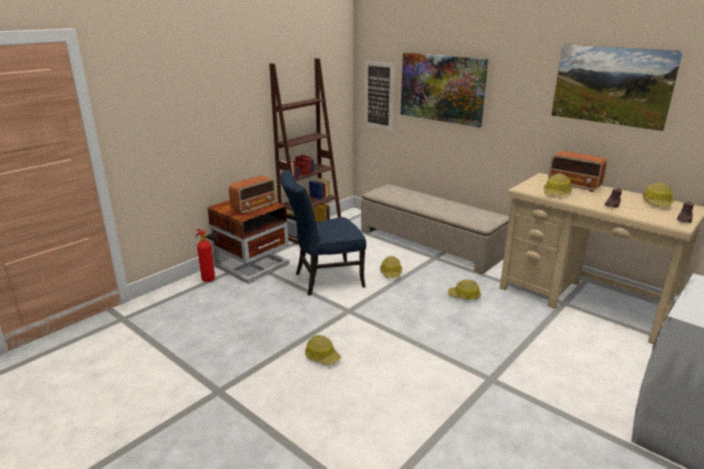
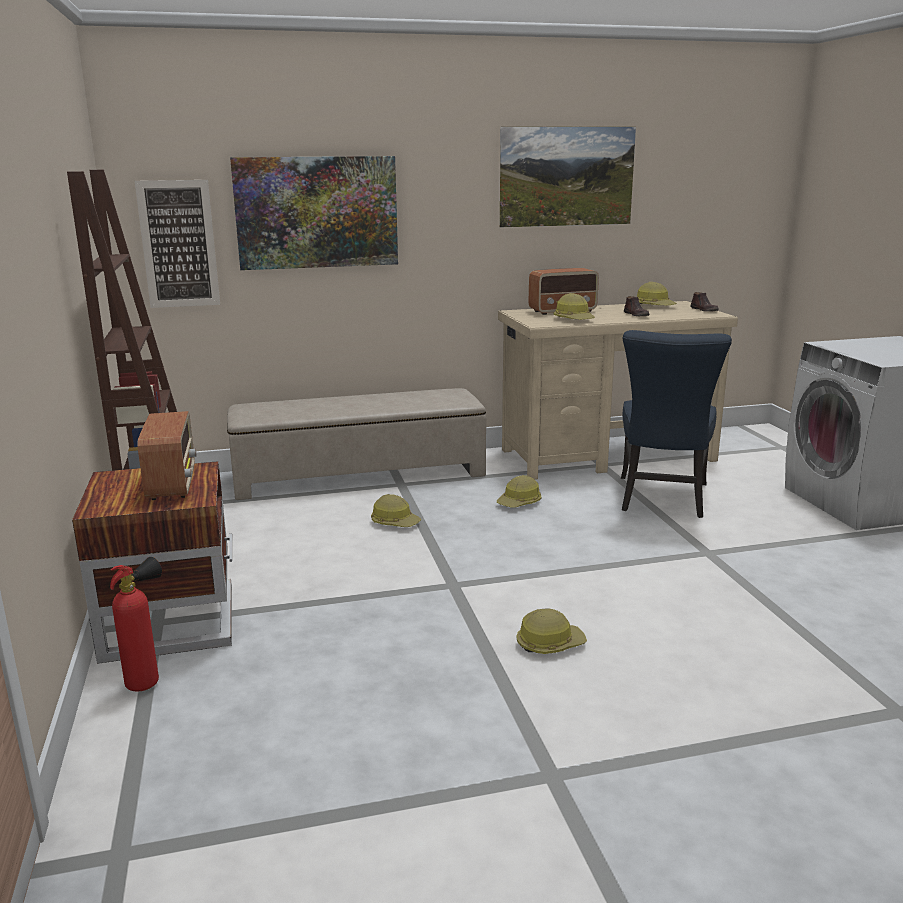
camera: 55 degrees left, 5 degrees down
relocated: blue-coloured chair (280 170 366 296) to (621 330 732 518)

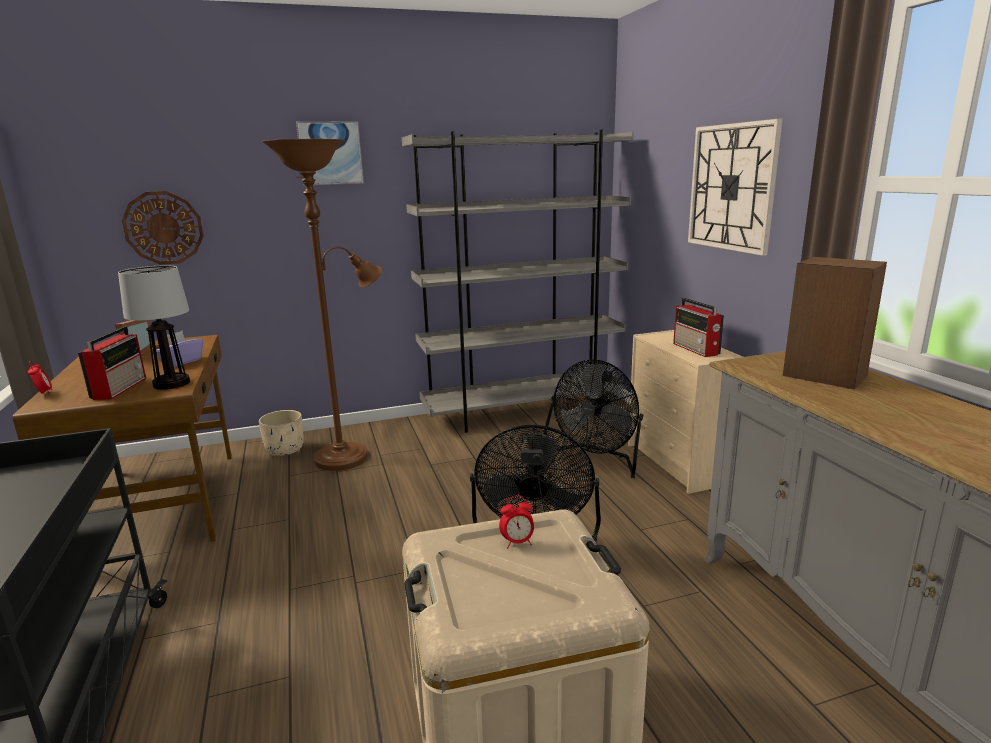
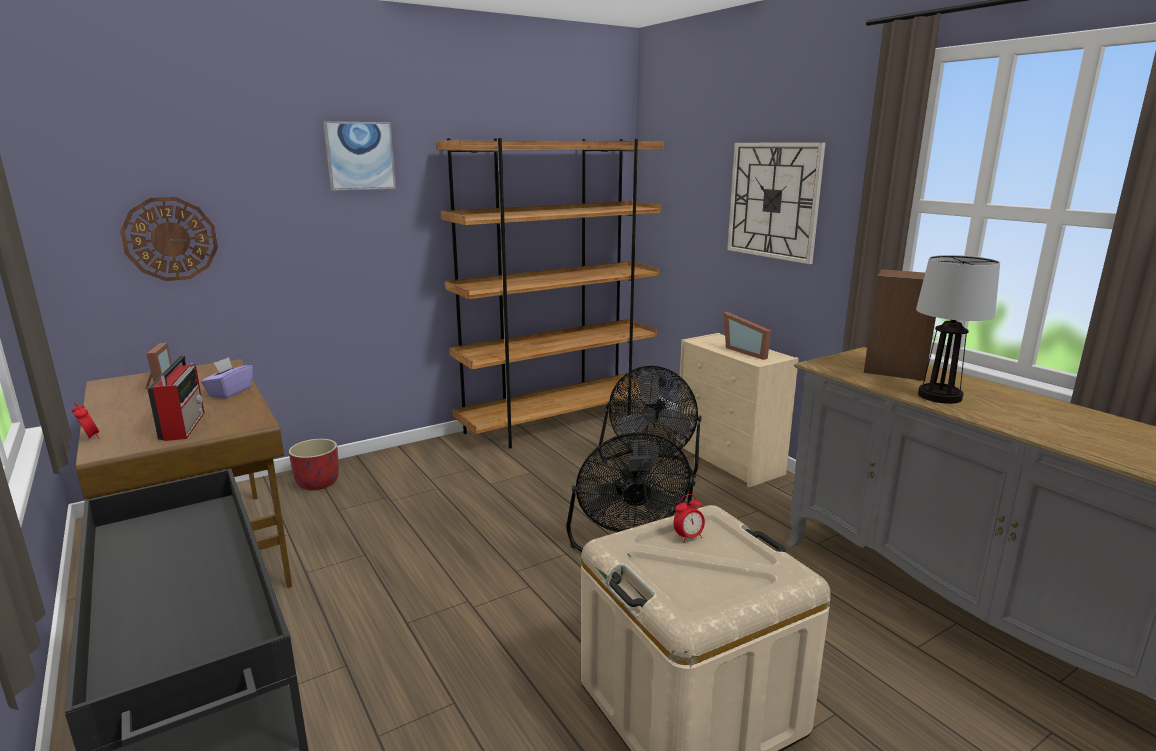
camera: 15 degrees left, 0 degrees up
missing: brown floor lamp (262 139 382 471)
relocated: table lamp (118 265 190 390) to (916 255 1000 404)
exchanged: radio set (673 298 724 357) to photo frame (723 312 771 360)
colour: grey bookshelf (402 130 634 433) to brown bookshelf (436 138 664 449); sand-coloured plant pot (259 410 304 456) to red-coloured plant pot (289 439 339 490)

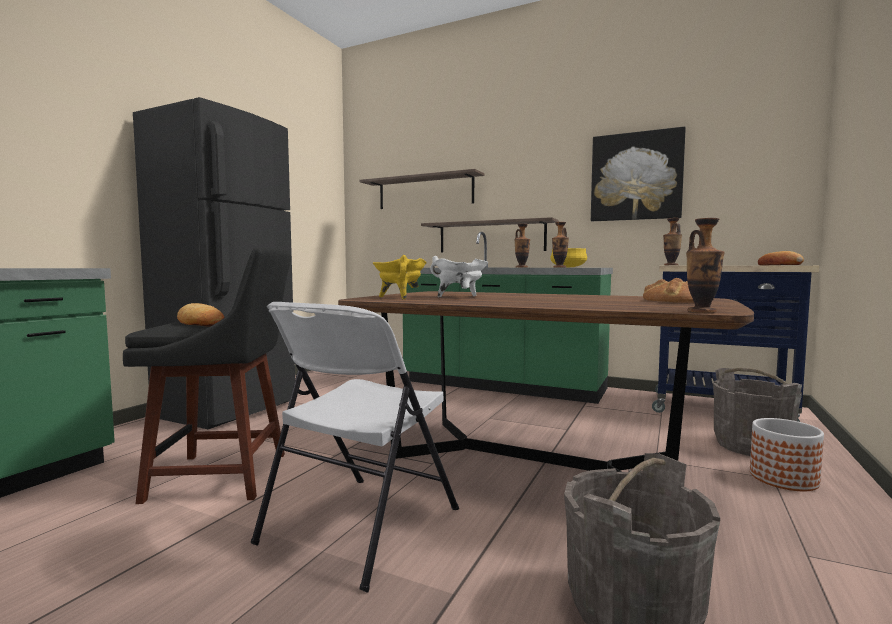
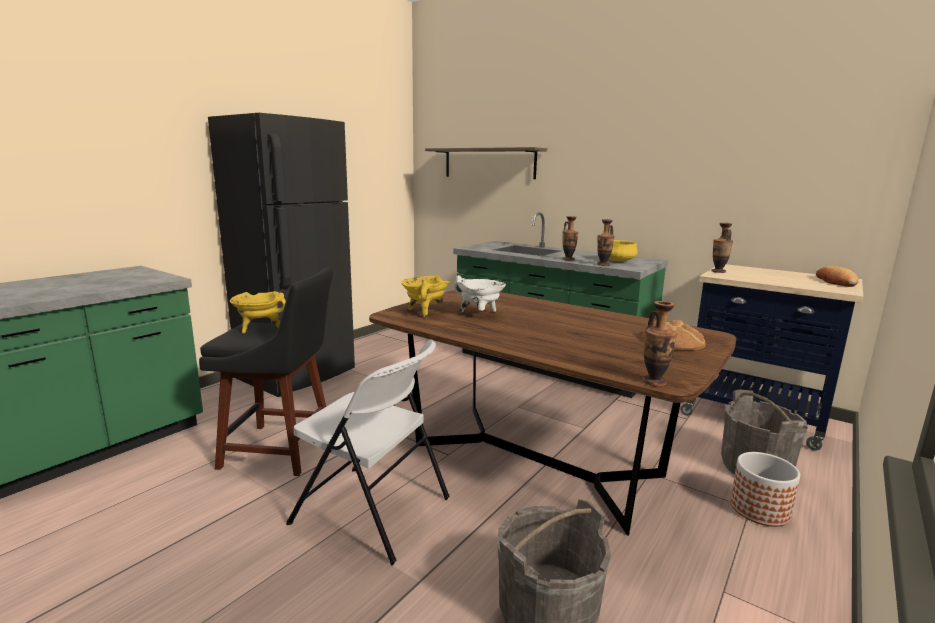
camera: 10 degrees right, 10 degrees up
missing: wall picture (591 127 686 221); shelf (421 217 559 253)
exchanged: bread (177 303 224 326) to yellow saucepot (230 291 286 333)
spun: white chair (251 302 459 593) = (286 340 450 565) 105 degrees counterclockwise

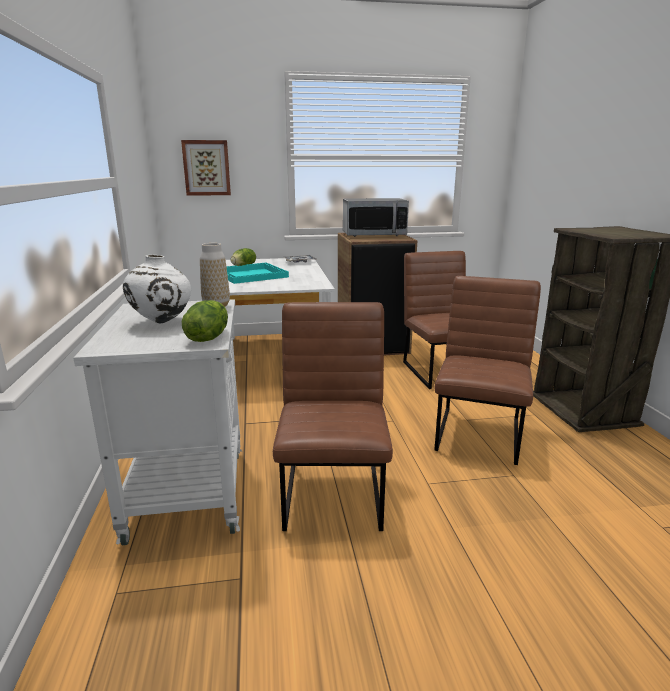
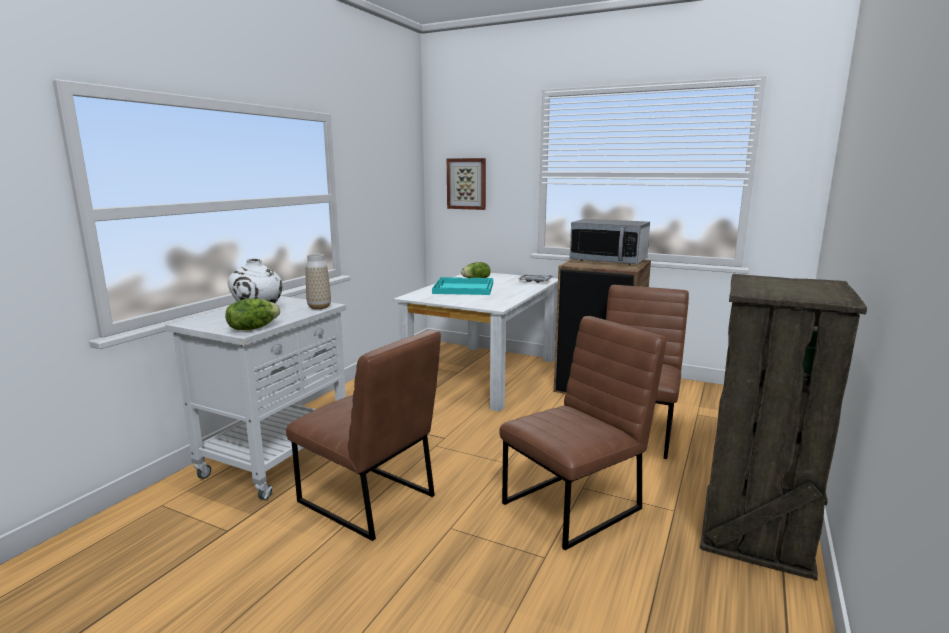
camera: 35 degrees right, 5 degrees down
spun: brown chair (273 302 393 531) = (286 330 441 541) 90 degrees clockwise

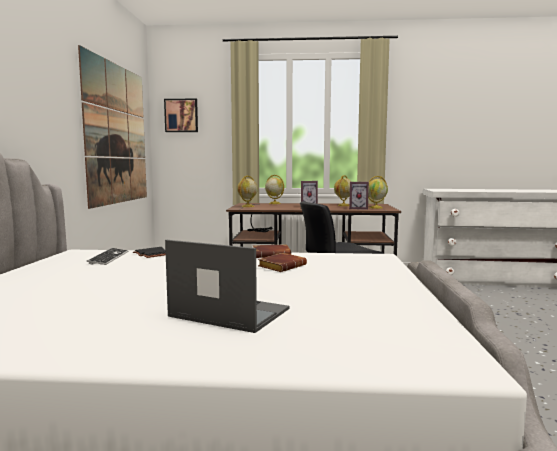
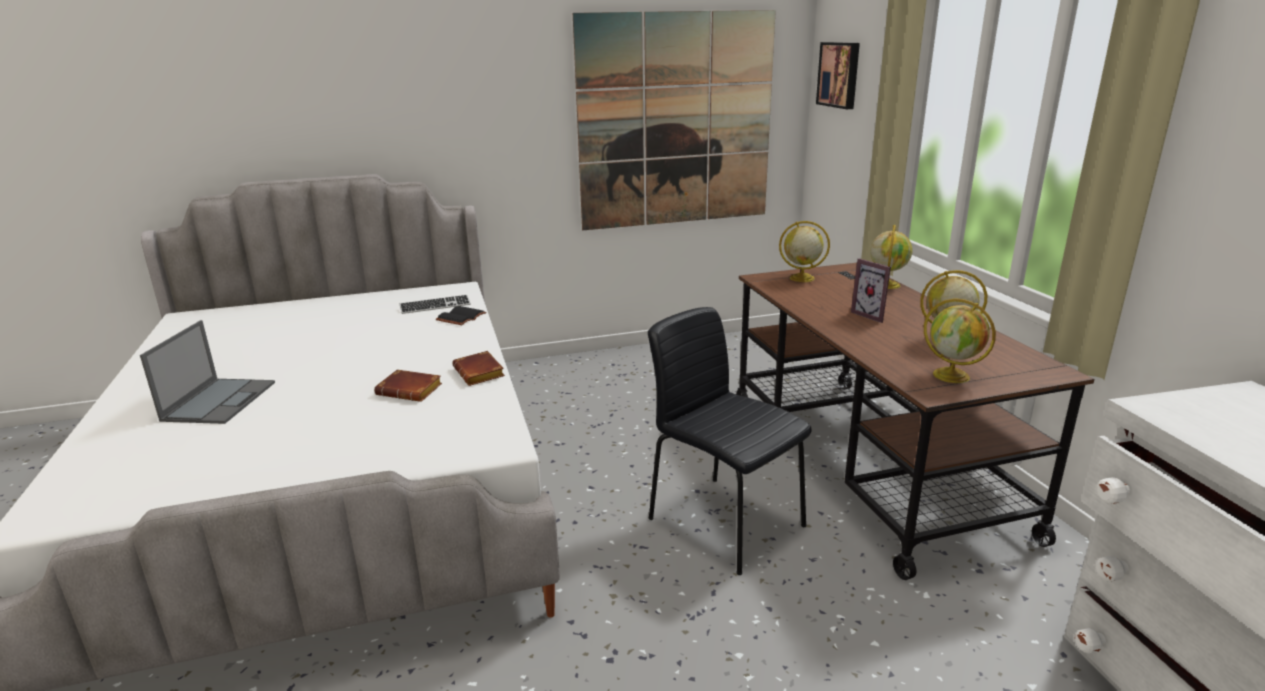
camera: 70 degrees right, 15 degrees up
missing: photo frame (349 182 369 210)

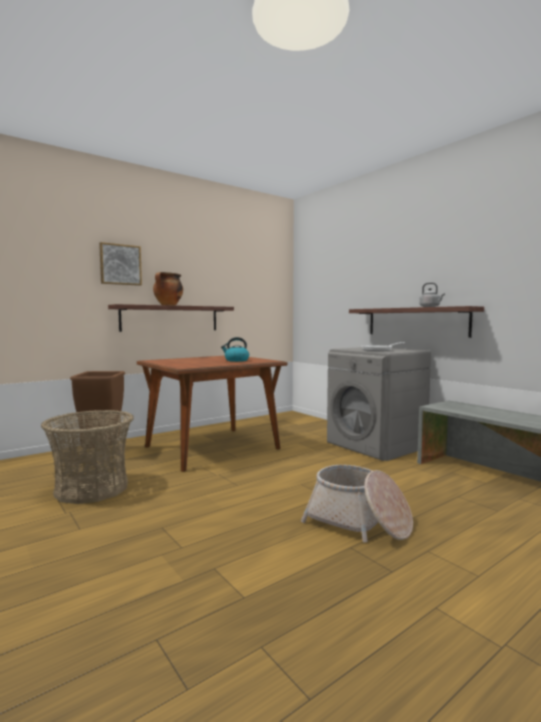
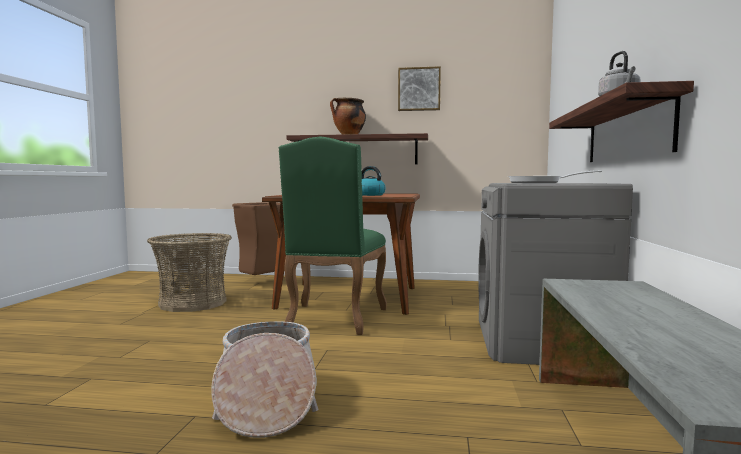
camera: 45 degrees right, 0 degrees up
appeared: green chair (279 136 387 335)
relocated: wall picture (99 242 142 286) to (398 66 441 111)

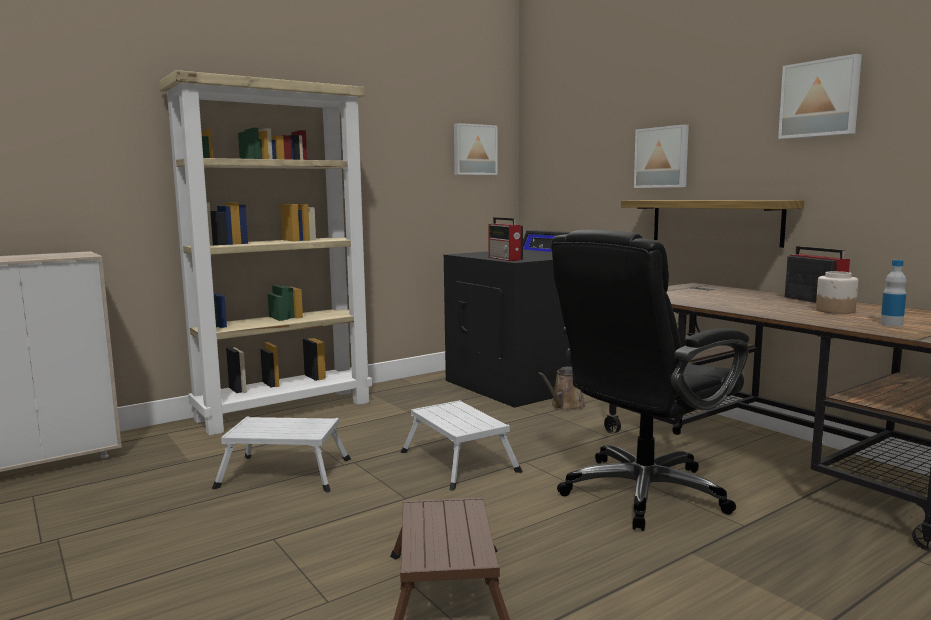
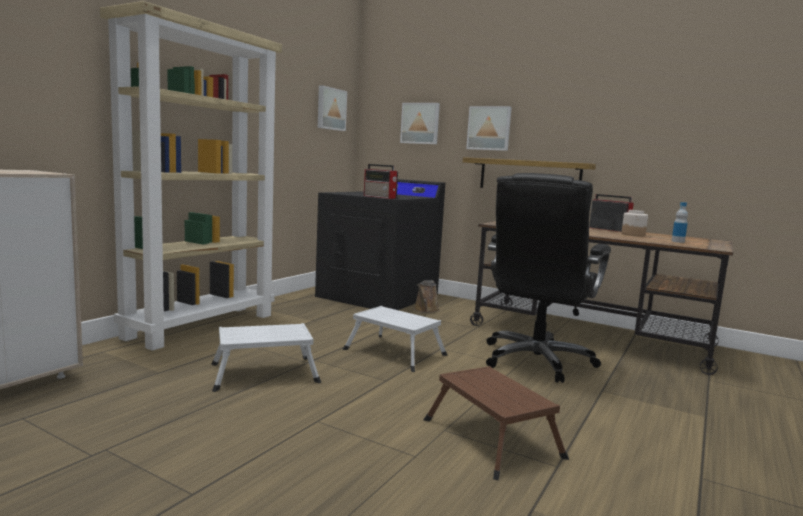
camera: 25 degrees left, 0 degrees up
relocated: wall picture (778 54 862 139) to (400 103 440 144)

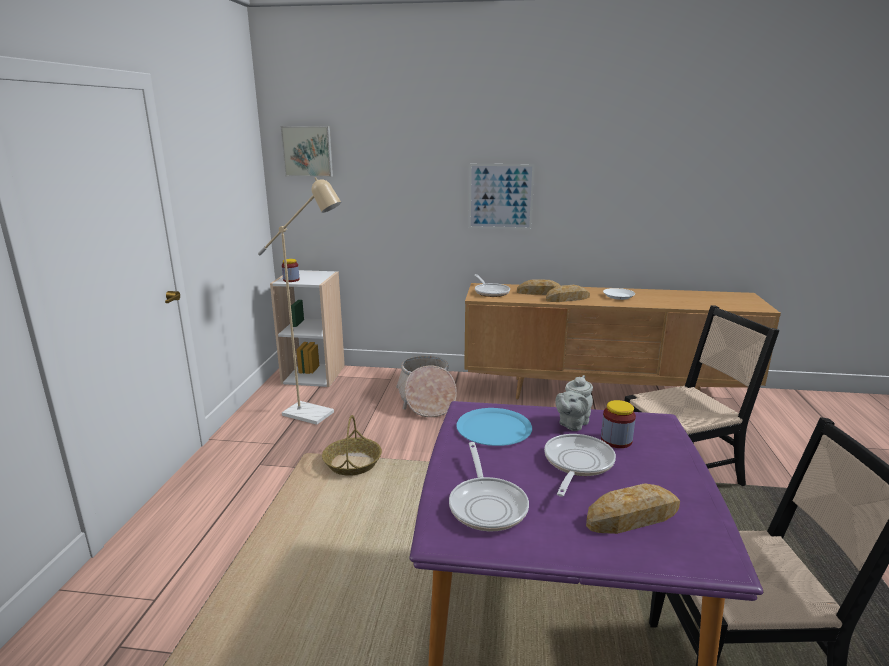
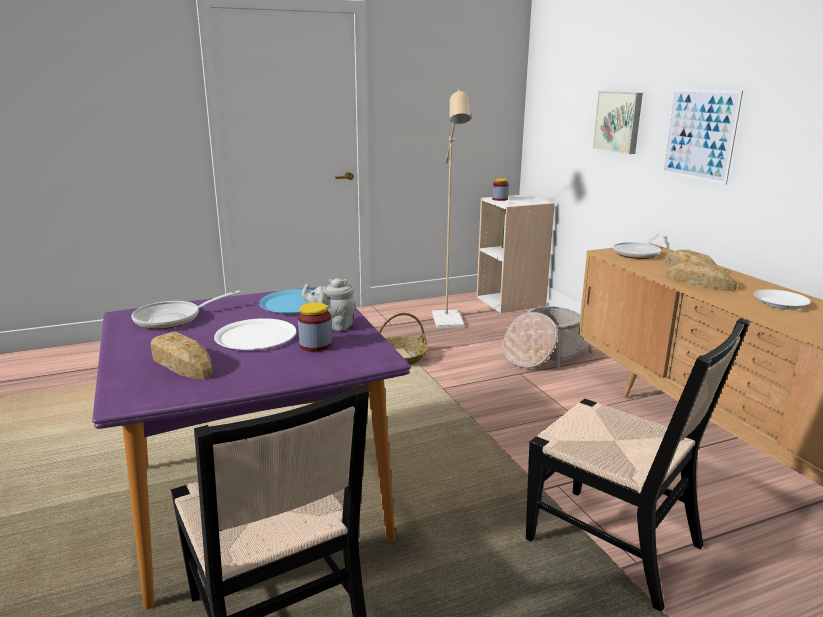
camera: 60 degrees right, 0 degrees up
relocated: wall picture (281 126 333 177) to (593 91 643 154)
exchanged: pan (544 434 616 497) to white flat dish (214 318 296 350)

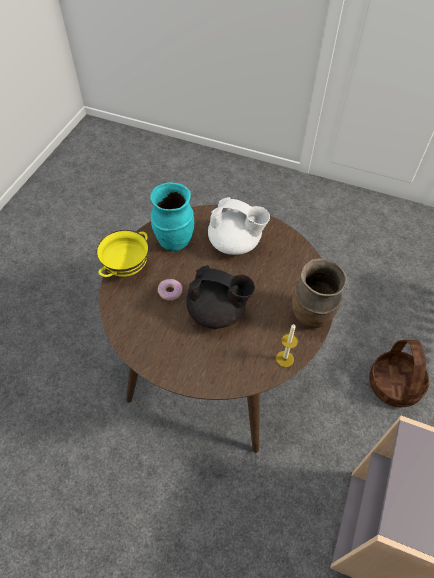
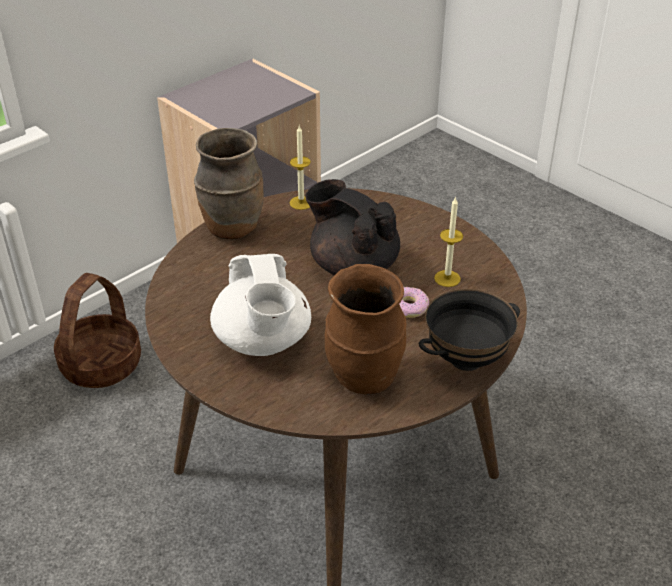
camera: 155 degrees left, 15 degrees down
appeared: wax candle (434 196 463 287)
colour: blue-green flower vase (150 182 194 251) to brown flower vase (325 264 406 395); yellow bowl (96 230 148 277) to black-coloured bowl (419 289 520 371)
spun: white teapot (208 197 270 255) = (210 254 311 356) 150 degrees counterclockwise

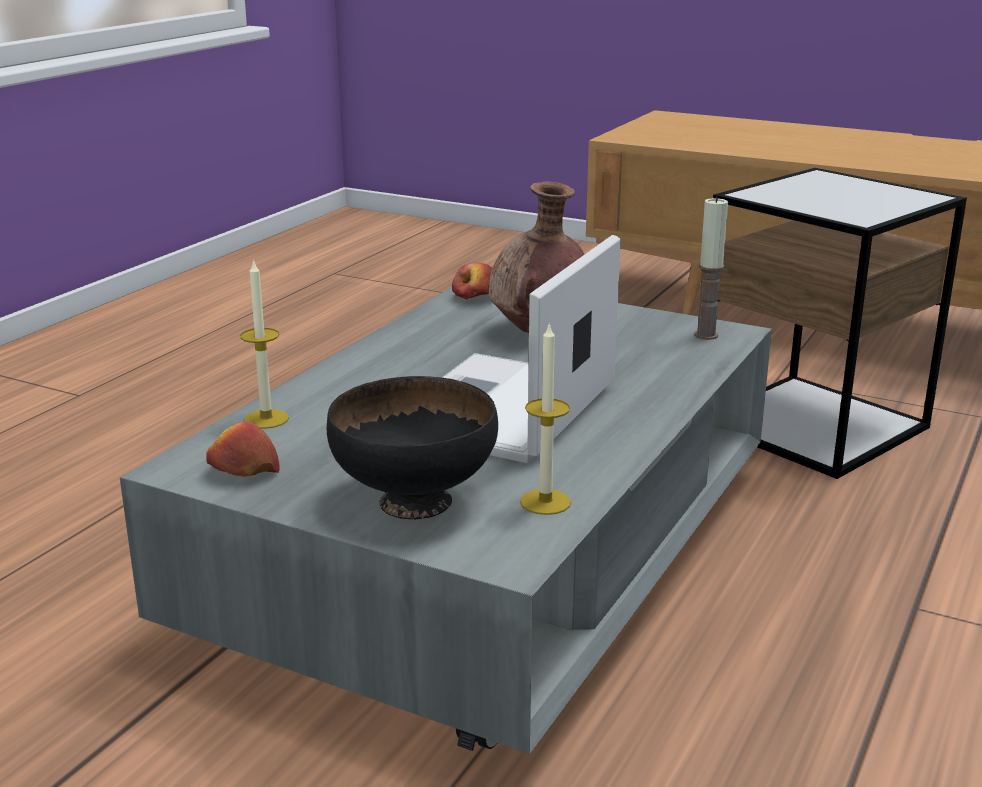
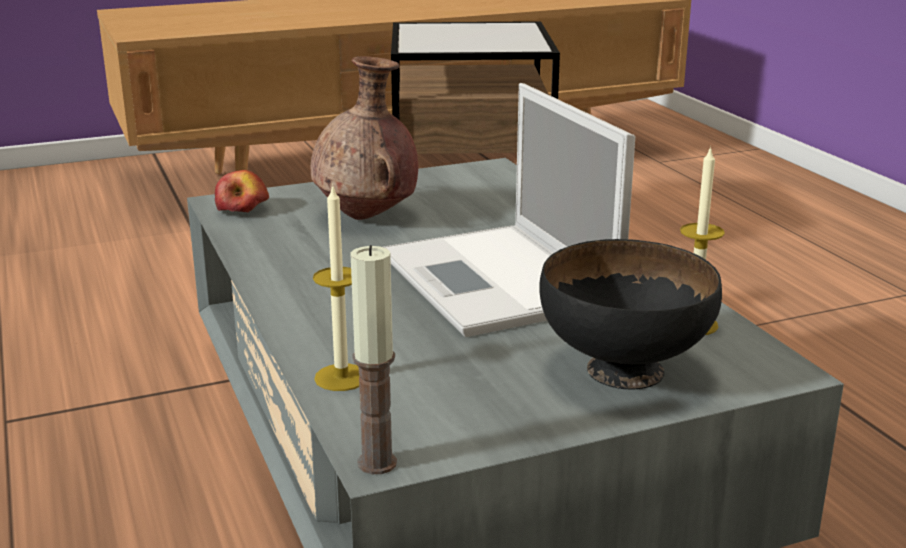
camera: 50 degrees left, 0 degrees up
missing: apple (206 422 280 476)
relocated: wax candle (694 196 728 340) to (350 245 397 474)

